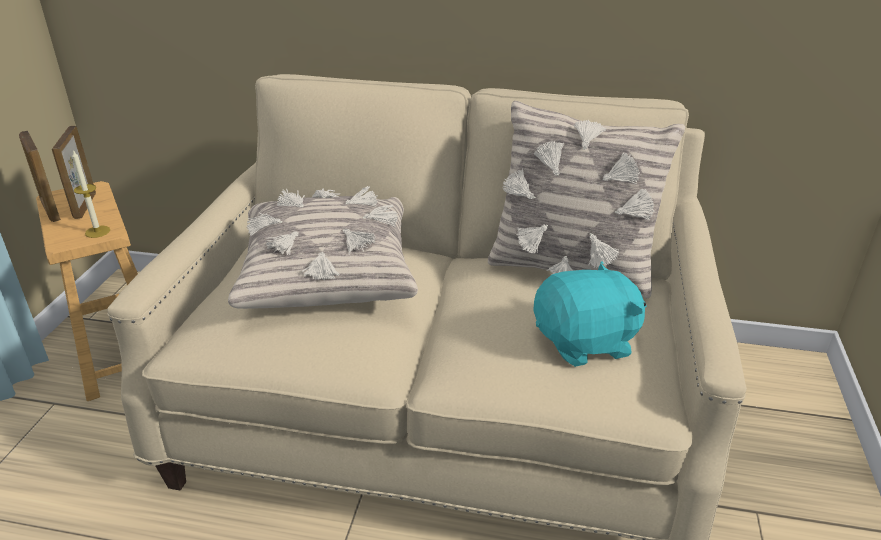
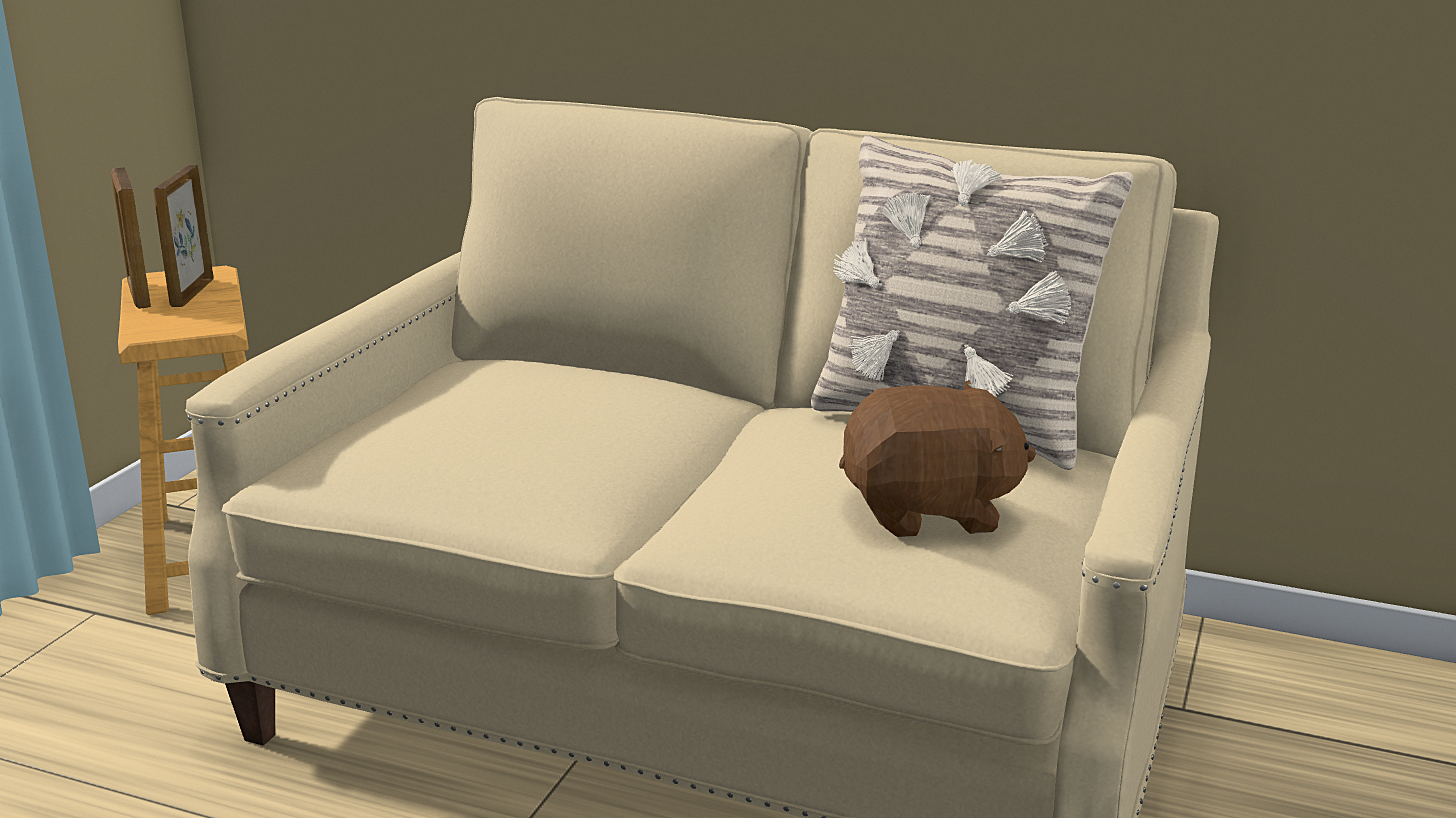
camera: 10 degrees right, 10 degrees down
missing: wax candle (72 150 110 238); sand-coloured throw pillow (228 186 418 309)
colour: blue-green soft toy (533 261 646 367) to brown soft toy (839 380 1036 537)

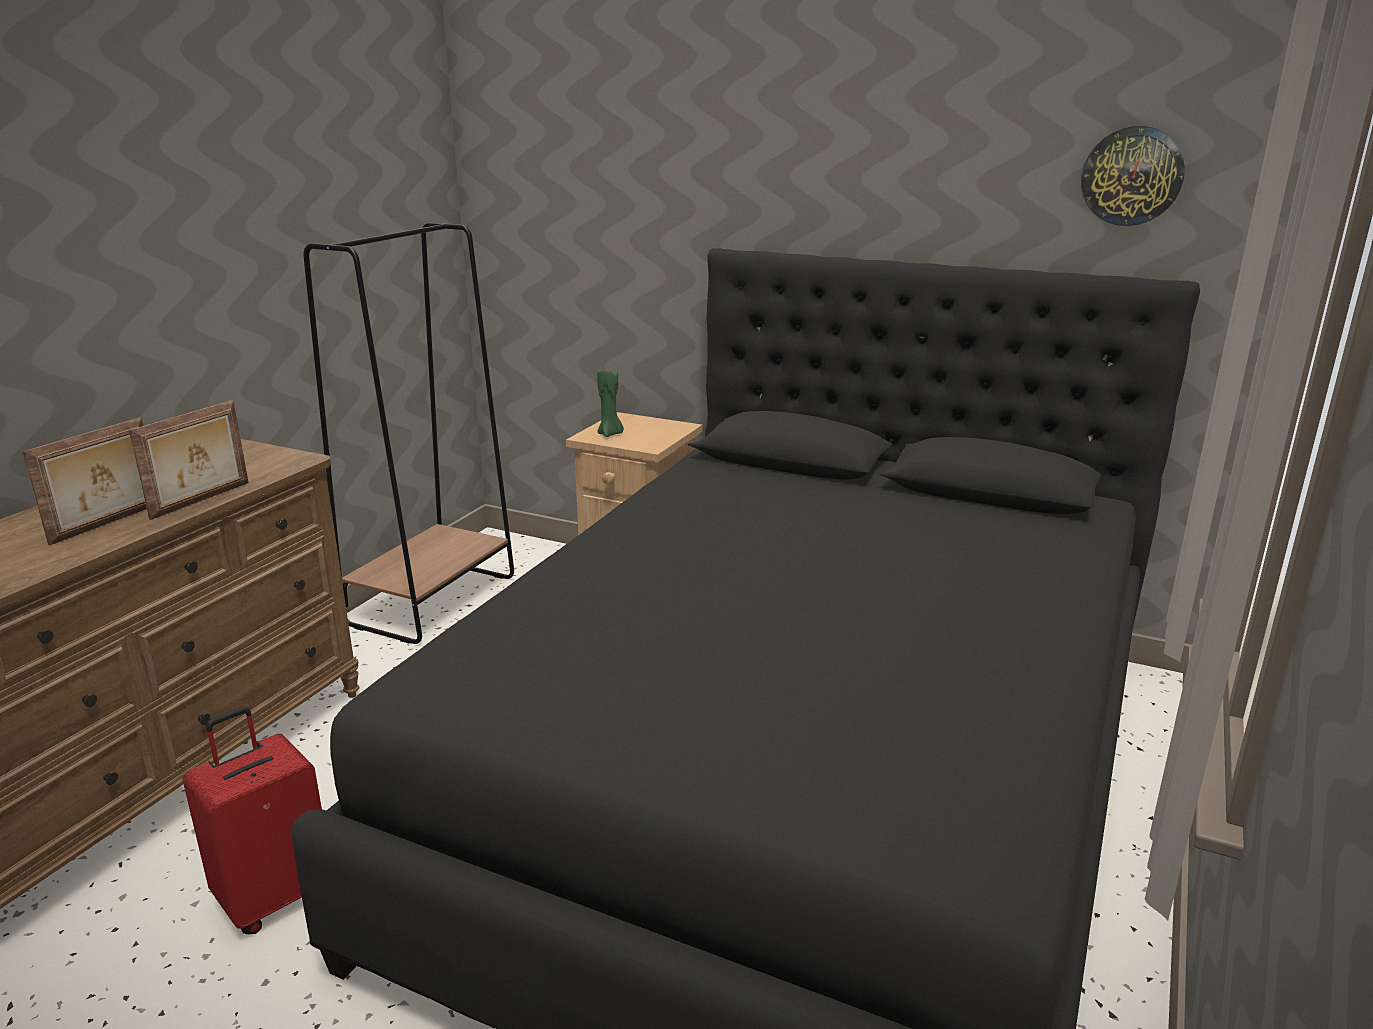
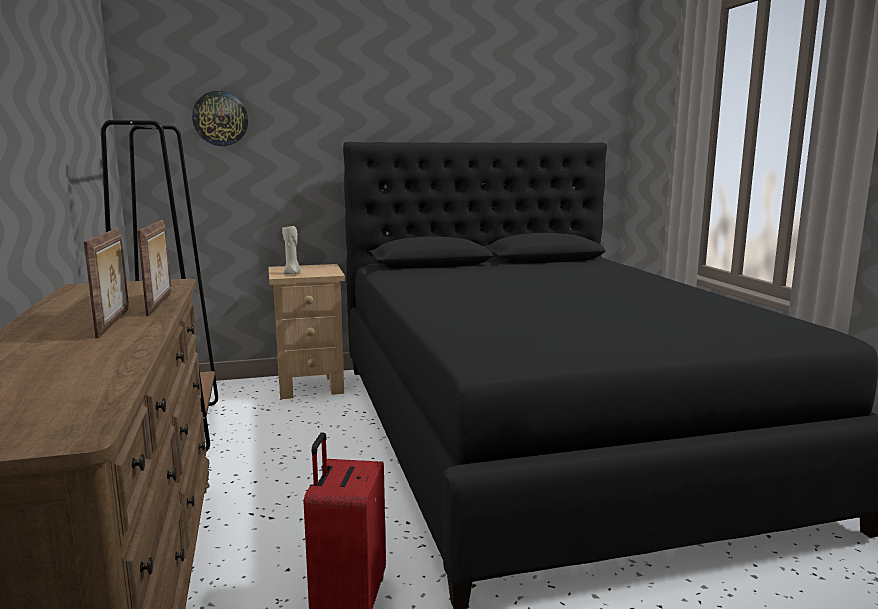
camera: 40 degrees left, 10 degrees down
relocated: wall clock (1081 126 1185 226) to (192 91 248 146)
colour: green wax candle (597 367 624 437) to sand-coloured wax candle (282 224 301 274)

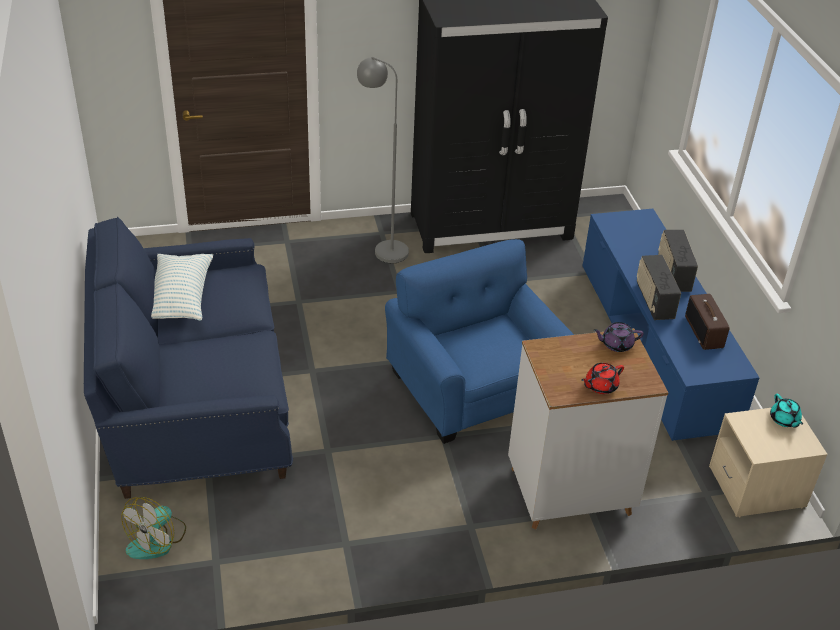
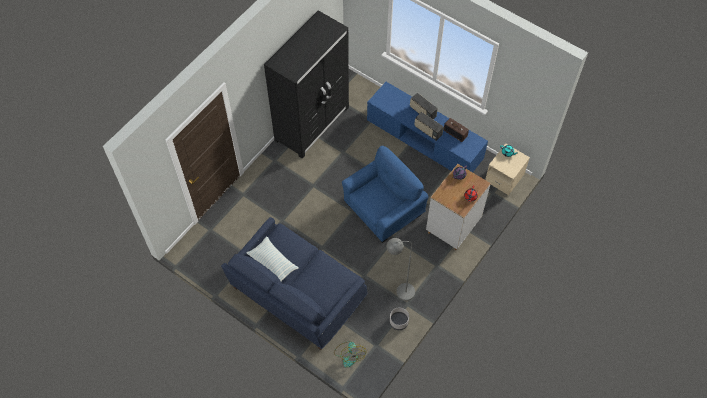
camera: 40 degrees left, 20 degrees up
appeared: grey plant pot (390 307 409 330)
relocated: grey floor lamp (357 57 409 263) to (387 238 415 301)
spun: blue-coloured lounge chair (385 239 574 444) = (342 146 429 243) 120 degrees clockwise

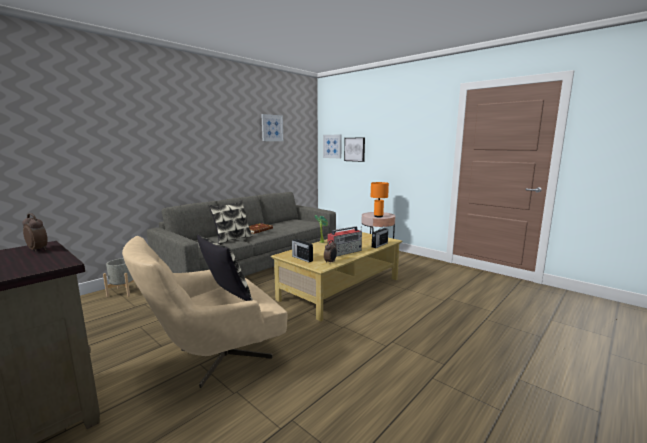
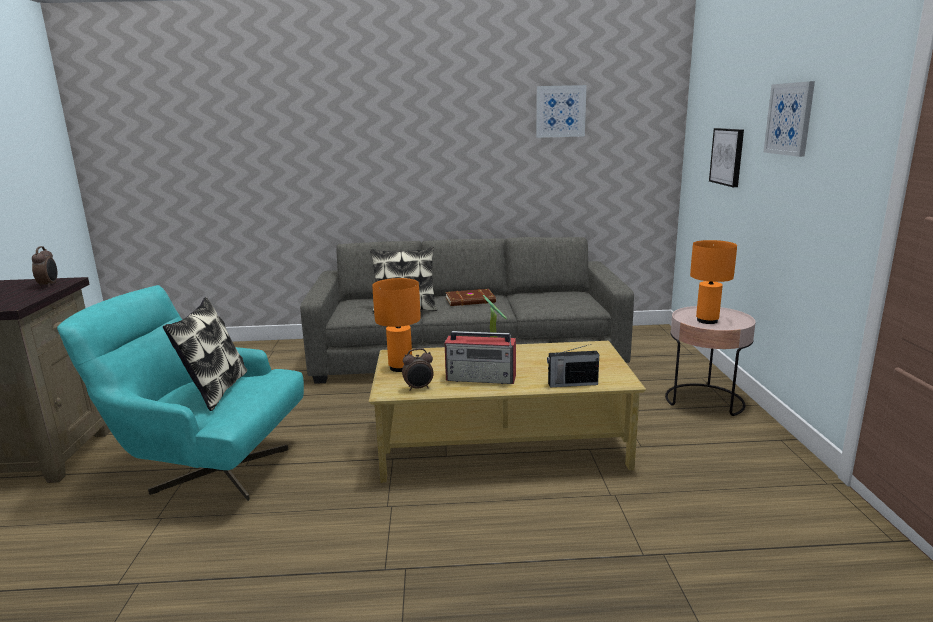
camera: 45 degrees right, 5 degrees up
missing: grey plant pot (103 258 138 297)
relocated: wall picture (323 134 342 159) to (764 81 815 157)
exchanged: radio set (292 239 313 262) to orangey table lamp (372 278 420 372)
colour: sand-coloured lounge chair (122 236 288 388) to blue-green lounge chair (57 285 304 501)

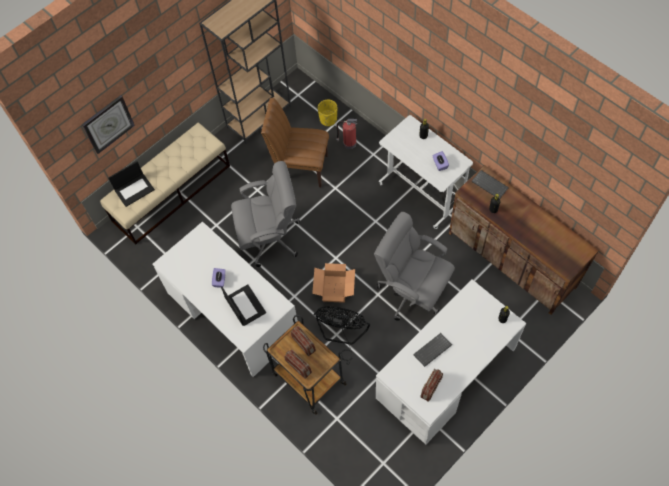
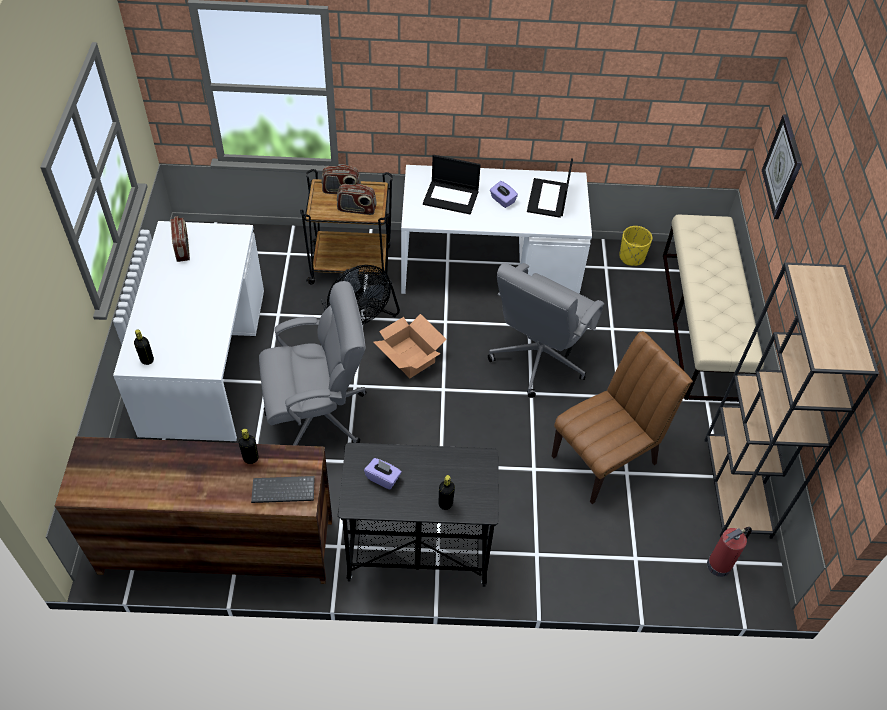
camera: 130 degrees right, 10 degrees down
missing: PC keyboard (413 333 452 367)
relocated: yellow plant pot (318 100 337 127) to (619 226 652 266); fire-fighting cylinder (336 119 358 149) to (707 527 752 577); portable computer (108 161 155 207) to (527 158 573 218)
colour: white desk table (379 115 473 229) to black-coloured desk table (338 443 499 587)

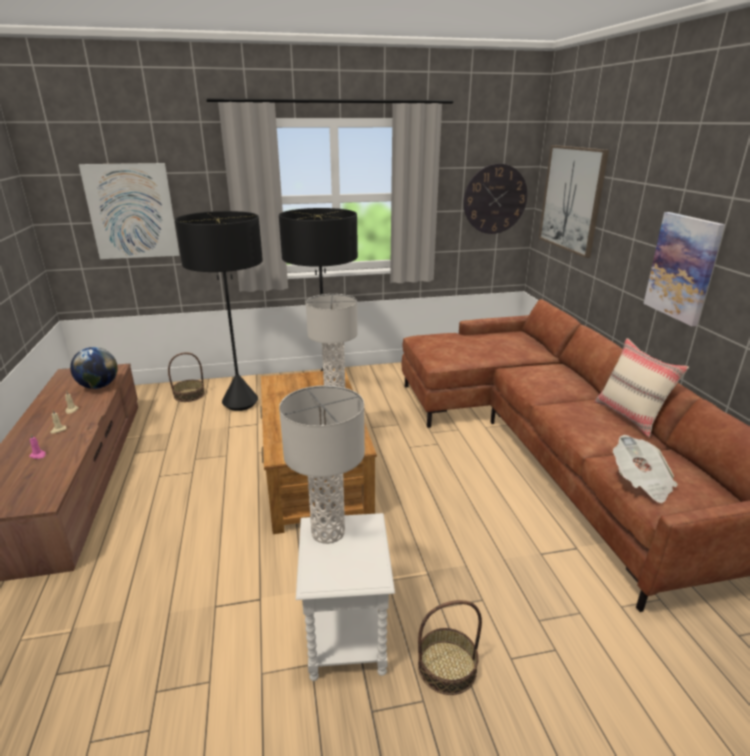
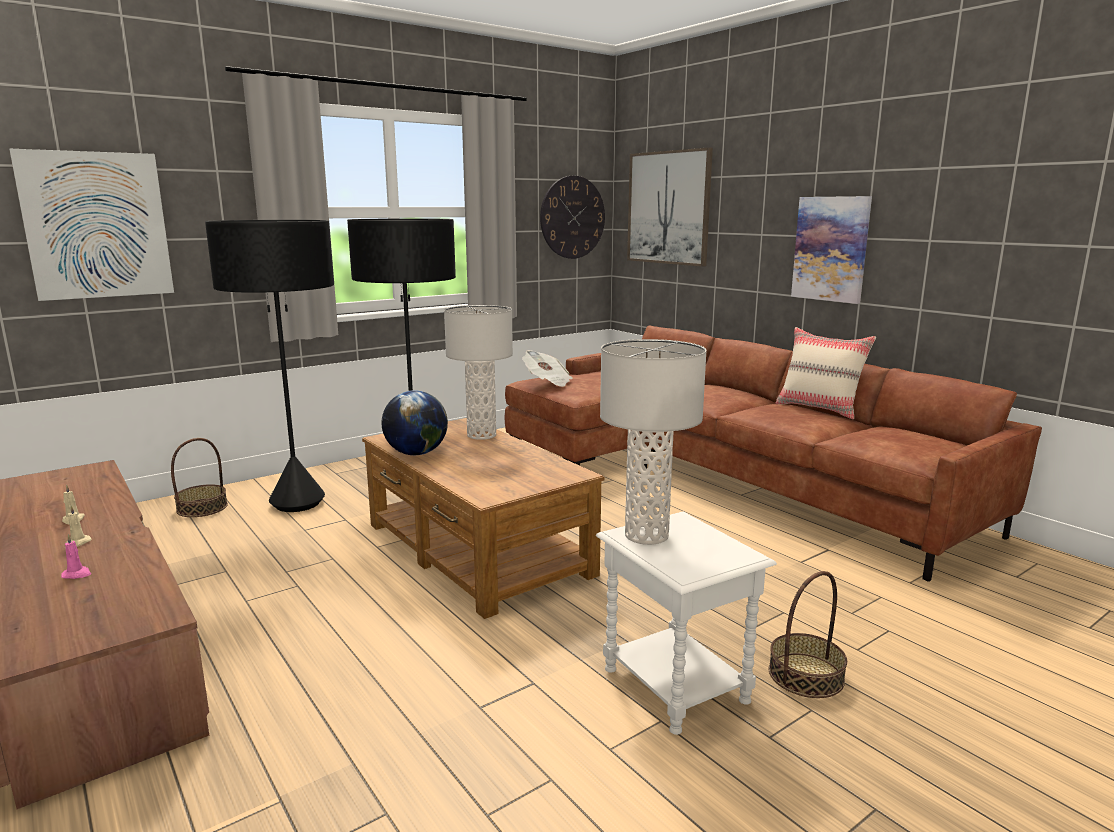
camera: 25 degrees left, 10 degrees down
relocated: desk globe (70 347 118 389) to (382 390 448 455); newspaper (613 435 678 503) to (522 350 572 387)

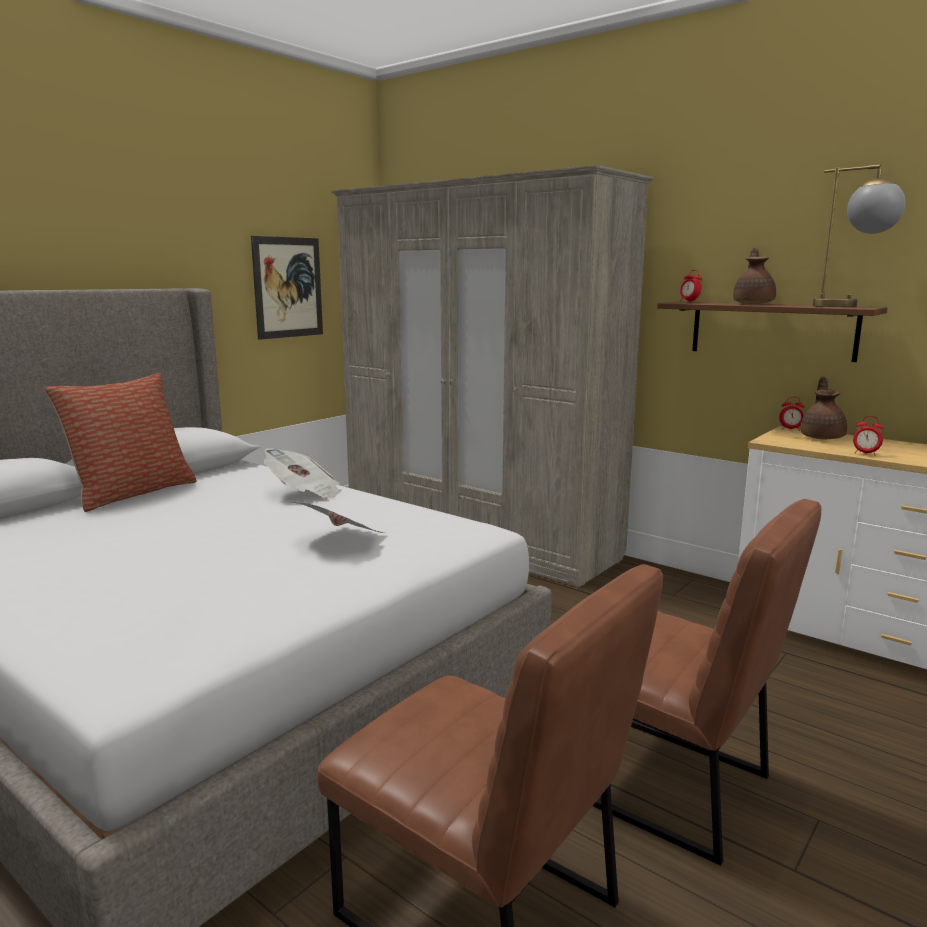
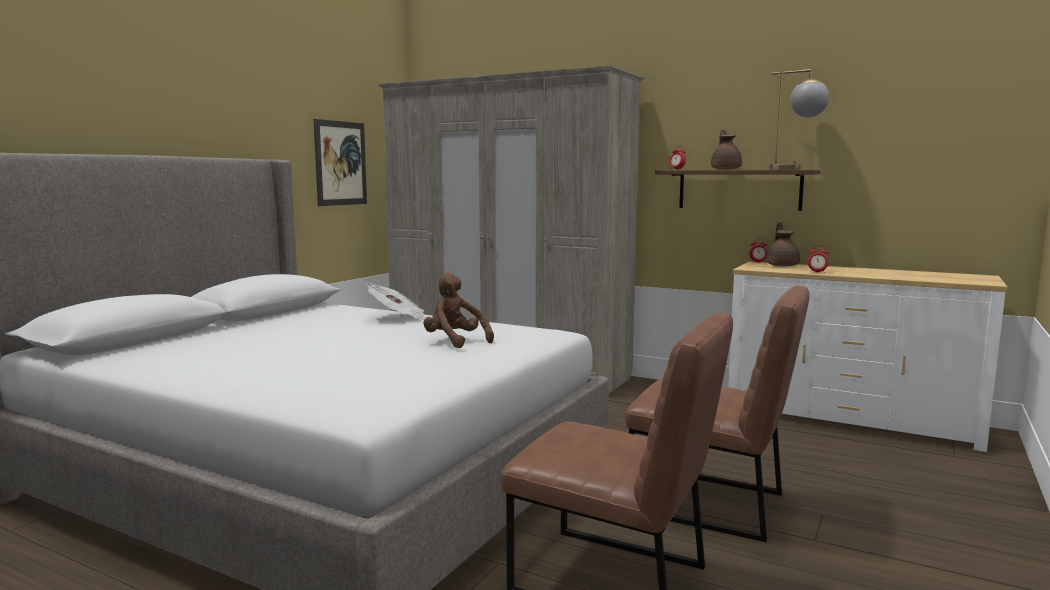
camera: 10 degrees left, 5 degrees down
missing: throw pillow (44 373 197 512)
exchanged: newspaper (291 502 385 533) to brown soft toy (423 273 494 348)

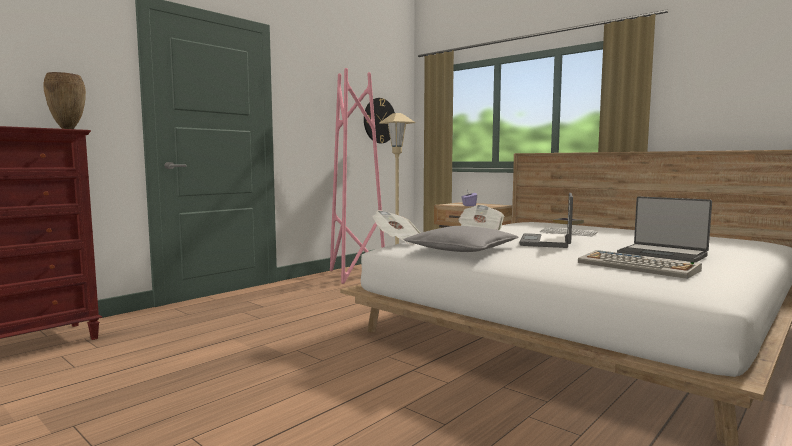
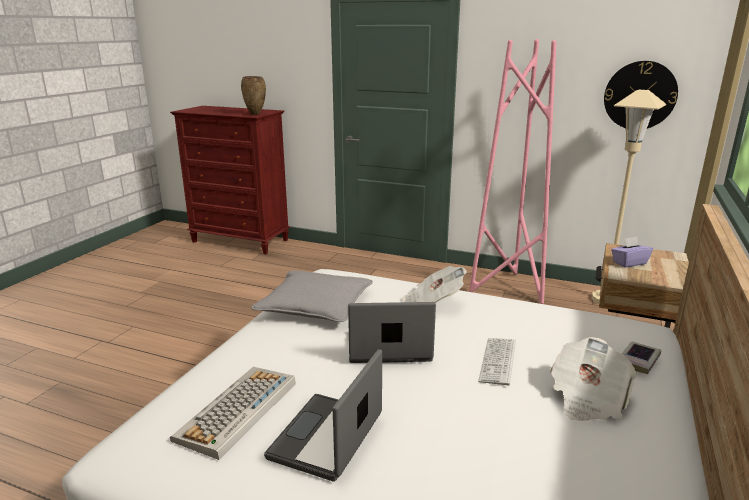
camera: 70 degrees right, 15 degrees up
relocated: newspaper (373 210 420 245) to (550 337 636 421)

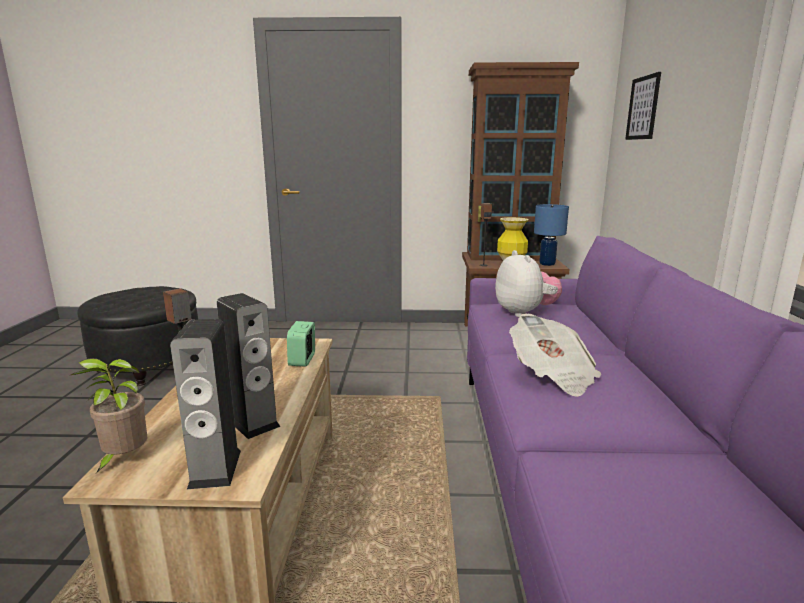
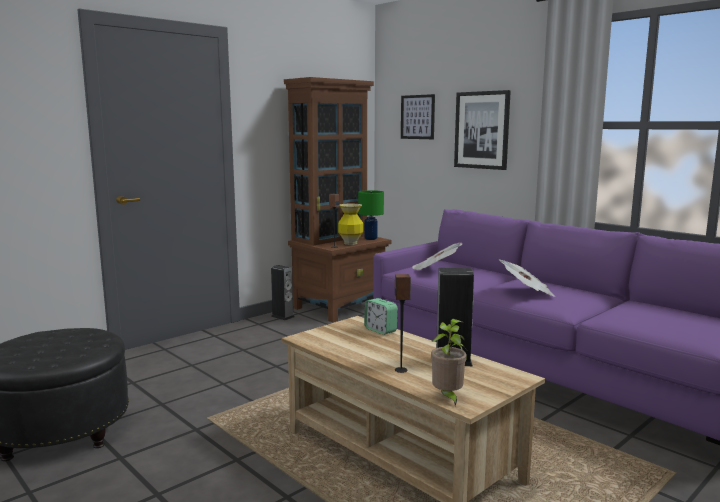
camera: 45 degrees left, 5 degrees down
appeared: wall picture (454 90 511 170)
relocated: speaker (170 319 241 489) to (271 265 295 320)
exchanged: soft toy (495 250 562 317) to newspaper (412 243 462 271)
colour: blue-coloured table lamp (534 204 569 266) to green table lamp (358 190 384 240)

